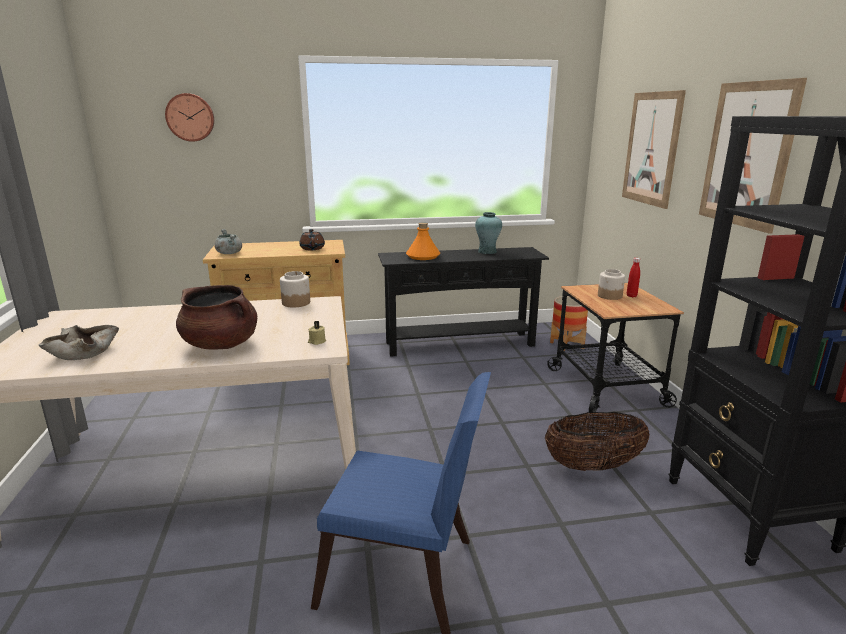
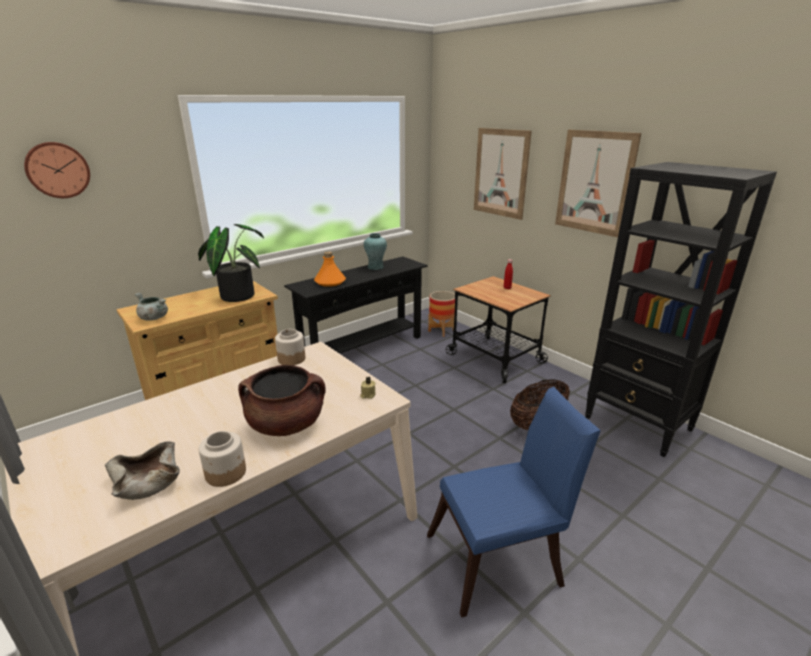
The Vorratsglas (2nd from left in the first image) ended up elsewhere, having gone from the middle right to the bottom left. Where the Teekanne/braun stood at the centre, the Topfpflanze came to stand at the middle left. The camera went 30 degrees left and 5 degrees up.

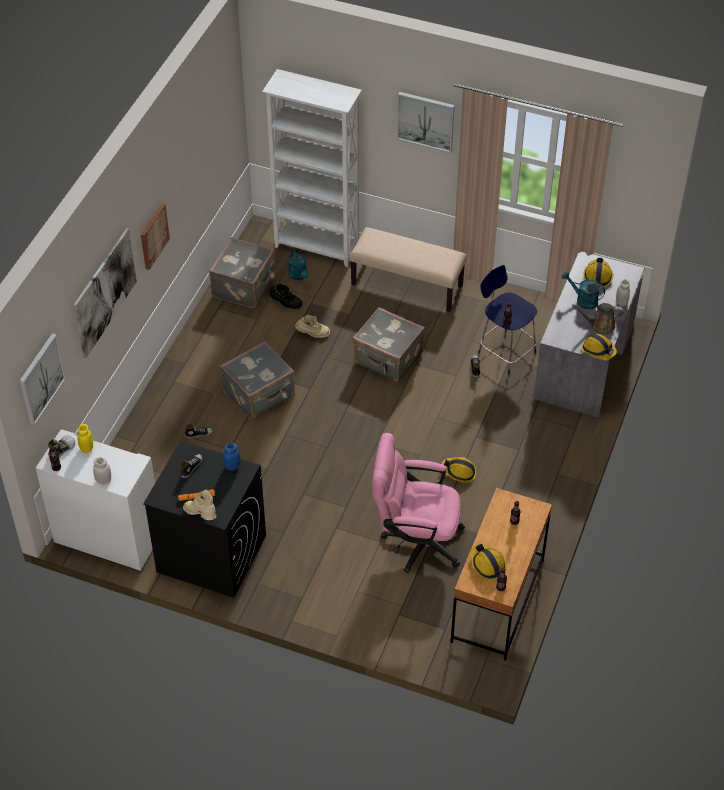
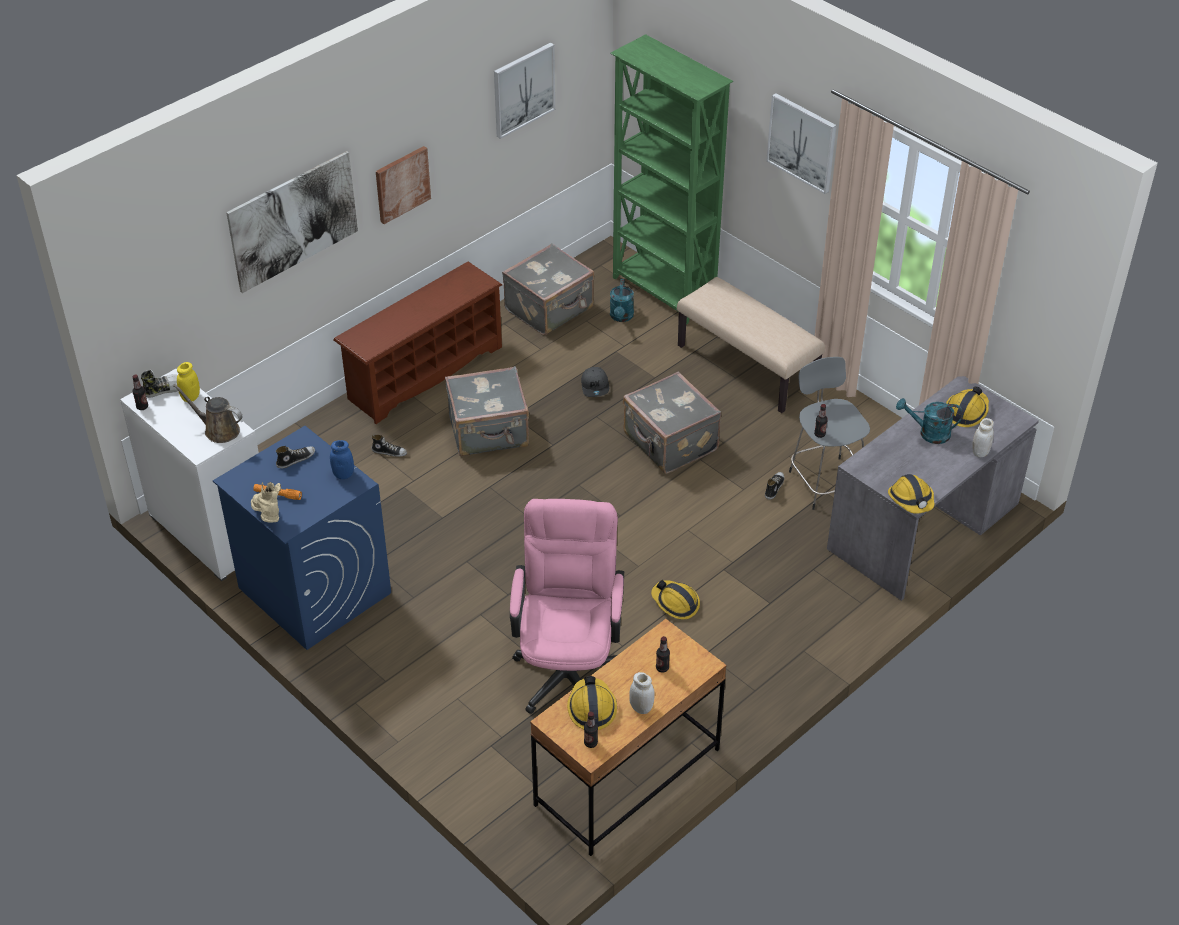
The second view lost the Stiefel/schwarz at the centre. The second view gained the Schuhregal/braun at the centre. The Bild (1st from left in the first image) ended up elsewhere, having gone from the middle left to the top centre. The Vorratsglas/weiß (1st from left) ended up elsewhere, having gone from the middle left to the bottom centre. The Gießkanne/braun ended up elsewhere, having gone from the middle right to the middle left. Where the Stiefel/beige (2nd from left) stood at the centre, the Kappe/grau came to stand at the centre. What was the Waschmaschine/schwarz at the middle left turned into the Waschmaschine/blau at the middle left. What was the Bücherregal/weiß at the top centre turned into the Bücherregal/grün at the top centre. What was the Hocker/blau at the middle right turned into the Hocker/grau at the middle right. The Bürostuhl/rosa at the centre ended up facing another way, 60 degrees clockwise from before. The Gießkanne/türkis (2nd from left) at the middle right ended up facing another way, 45 degrees counterclockwise from before. The camera went 25 degrees right and 5 degrees down.

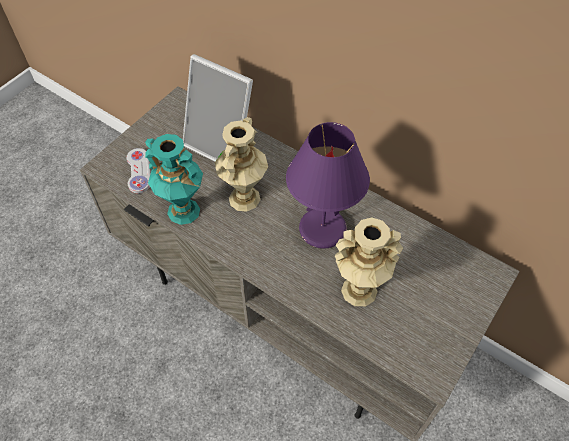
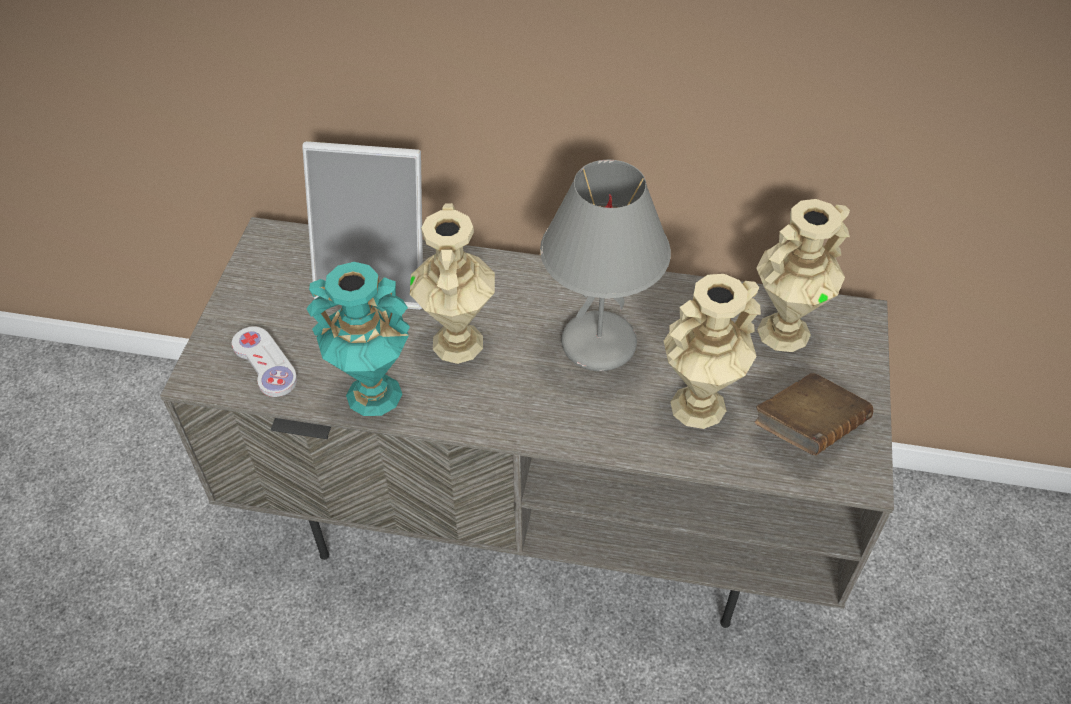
The second view gained the Buch/braun at the middle right. The second view gained the Vase/beige (3rd from left) at the middle right. What was the Tischlampe/lila at the centre turned into the Tischlampe/grau at the centre. The camera went 25 degrees left and 5 degrees down.

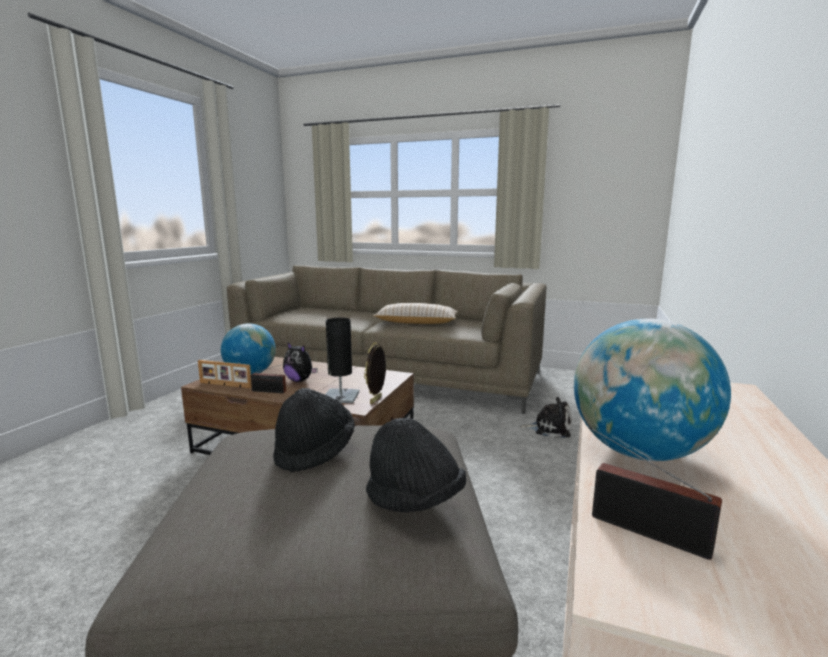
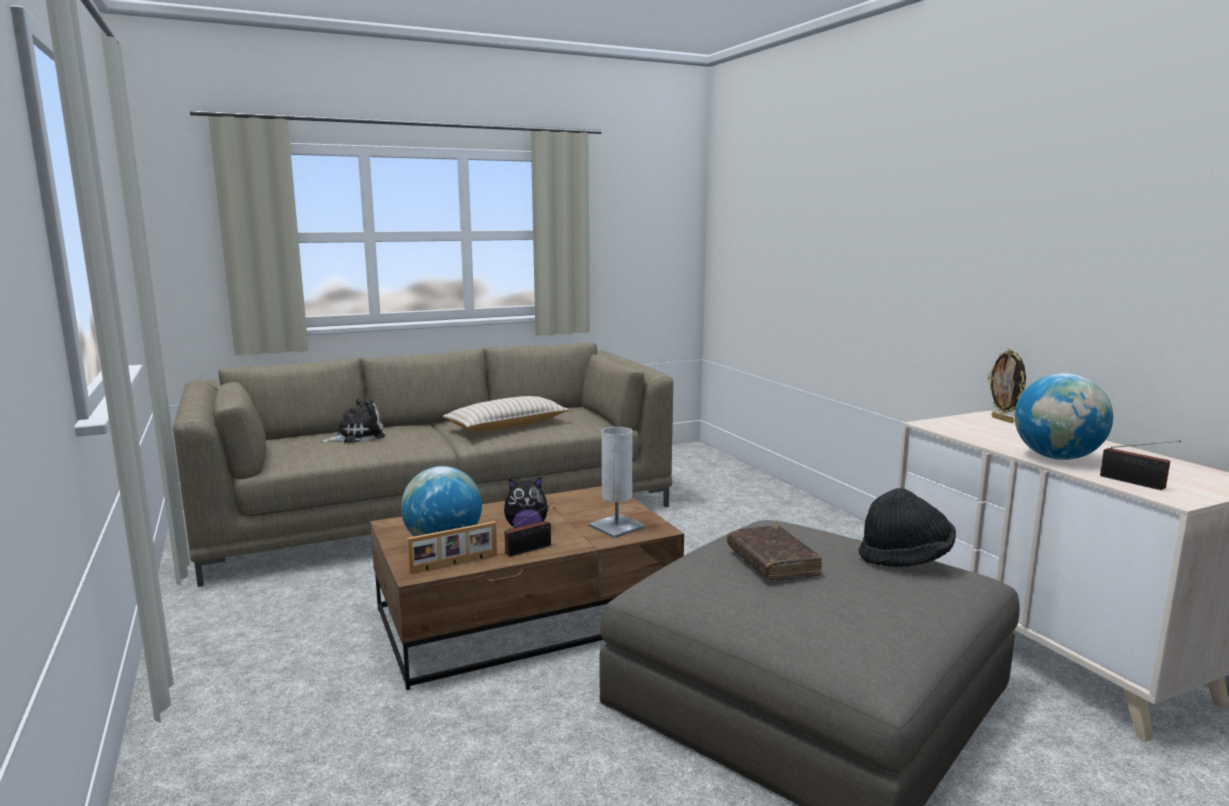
The Bilderrahmen (2nd from left) ended up elsewhere, having gone from the centre to the middle right. The Plüschtier (2nd from left in the first image) ended up elsewhere, having gone from the centre to the middle left. Where the Hut/schwarz (1st from left) stood at the centre, the Buch/braun came to stand at the bottom centre. What was the Tischlampe/schwarz at the centre turned into the Tischlampe/weiß at the centre. The Radio (2nd from left) at the bottom right ended up facing another way, 120 degrees counterclockwise from before. The camera went 45 degrees left and 0 degrees up.

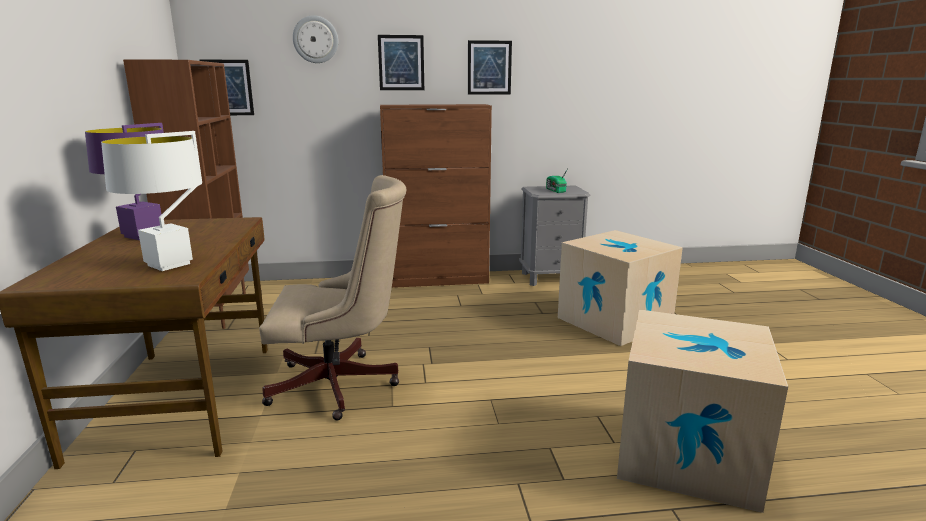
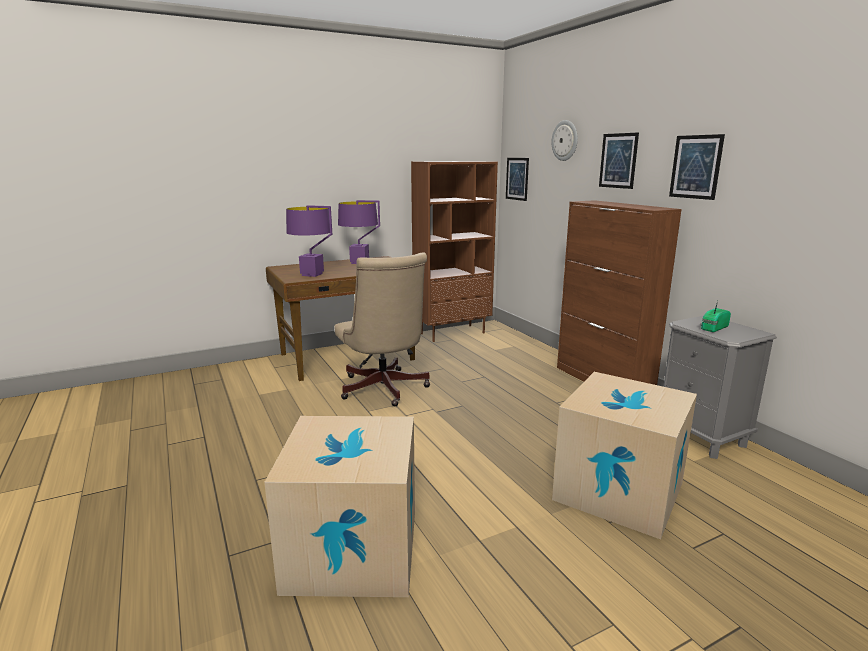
What was the Tischlampe/weiß at the middle left turned into the Tischlampe/lila (1st from left) at the centre. The camera went 70 degrees right and 0 degrees up.

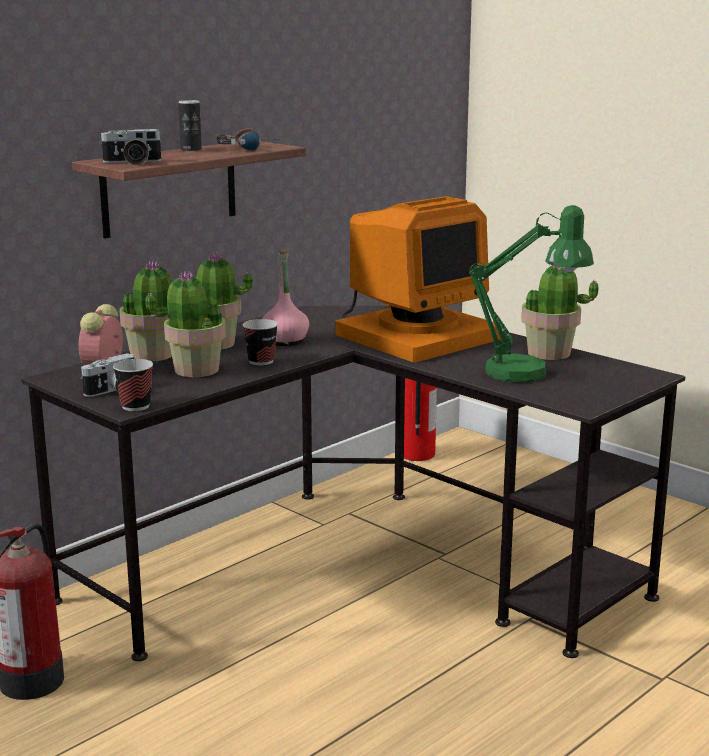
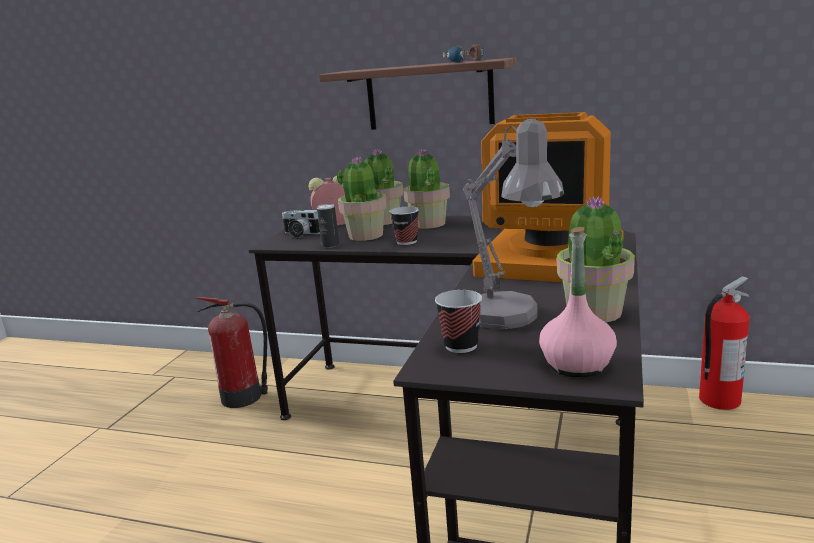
The second view lost the Kamera (2nd from left) at the top left. The Tasse (1st from left in the first image) ended up elsewhere, having gone from the middle left to the centre. The Dose ended up elsewhere, having gone from the top left to the centre. The Flasche/rosa ended up elsewhere, having gone from the centre to the middle right. What was the Tischlampe/grün at the middle right turned into the Tischlampe/grau at the centre. The camera went 65 degrees right and 0 degrees up.

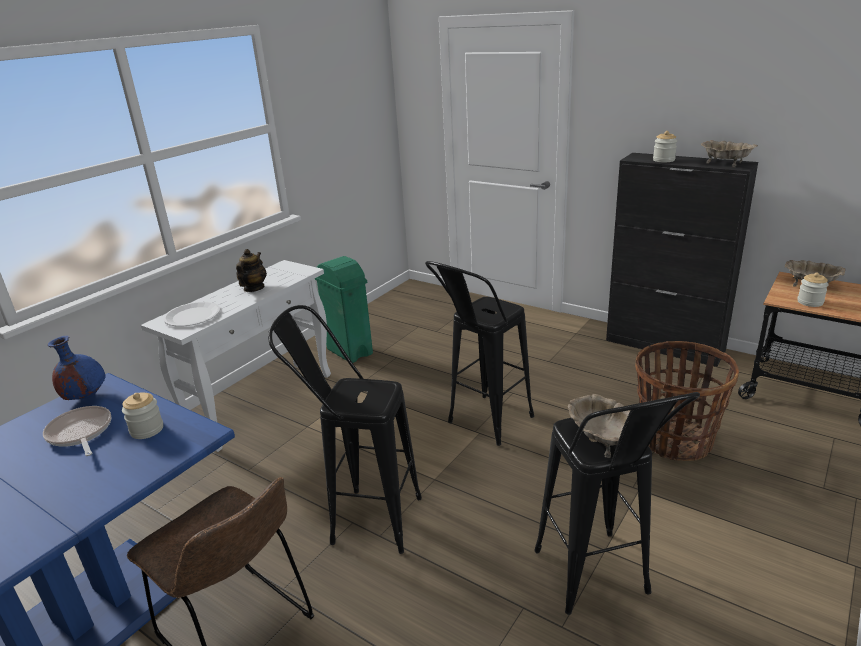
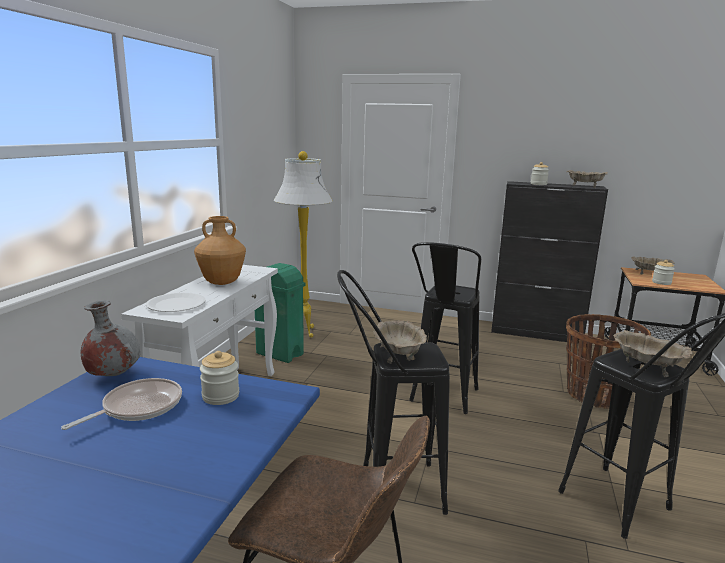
The second view gained the Stehlampe/weiß at the centre. The second view gained the Schüssel/beige (1st from left) at the centre. Where the Teekanne stood at the middle left, the Vase/braun came to stand at the middle left. What was the Vase/blau at the middle left turned into the Vase/grau at the middle left. The Pfanne at the bottom left ended up facing another way, 90 degrees clockwise from before. The camera went 20 degrees left and 10 degrees down.

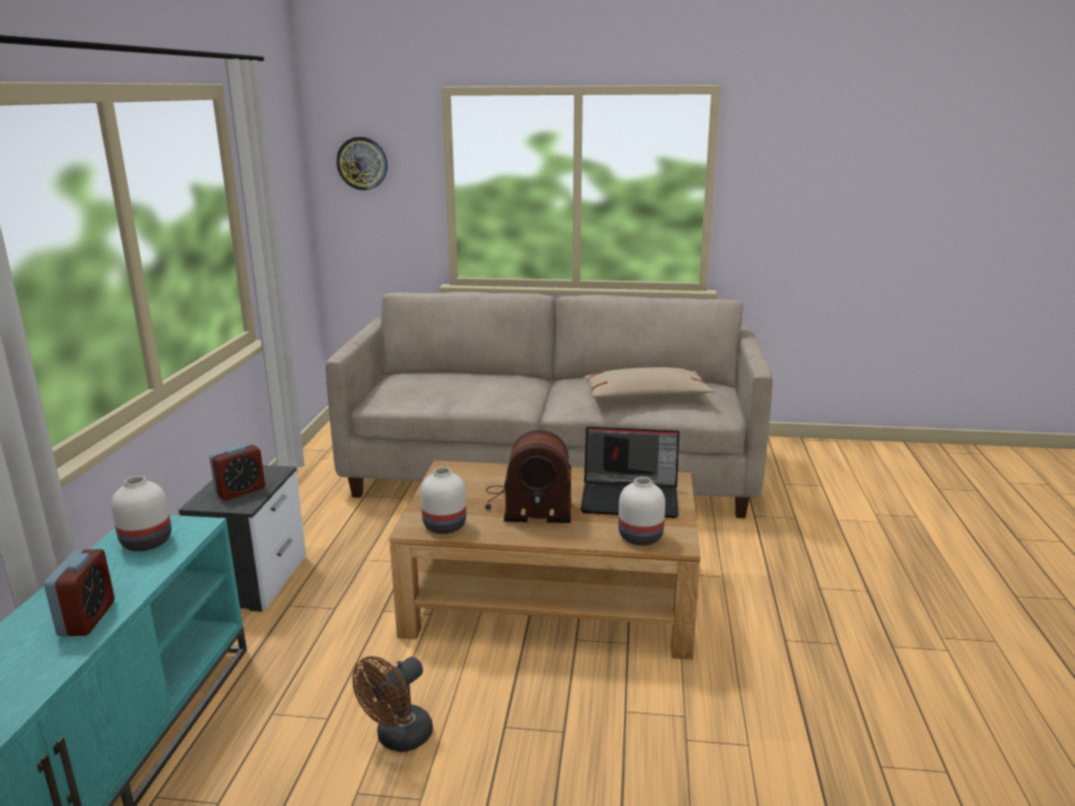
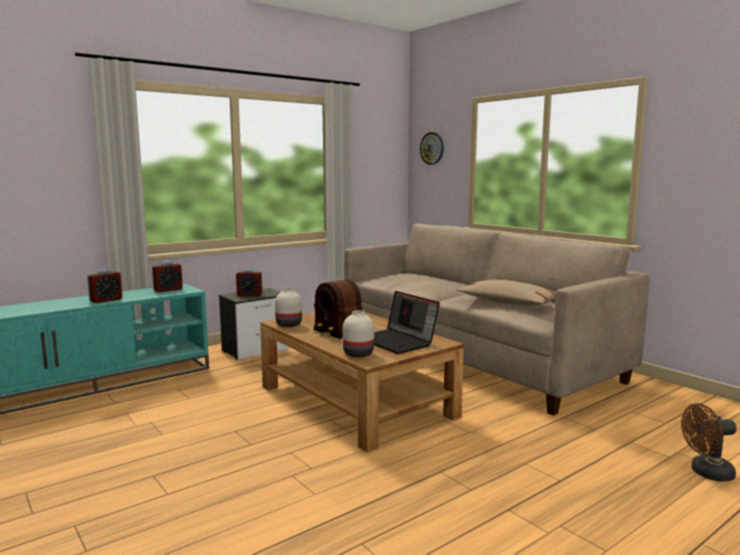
The Ventilator/braun ended up elsewhere, having gone from the bottom centre to the bottom right. Where the Vase/weiß (1st from left) stood at the middle left, the Wecker (2nd from left) came to stand at the middle left. The camera went 45 degrees right and 10 degrees down.

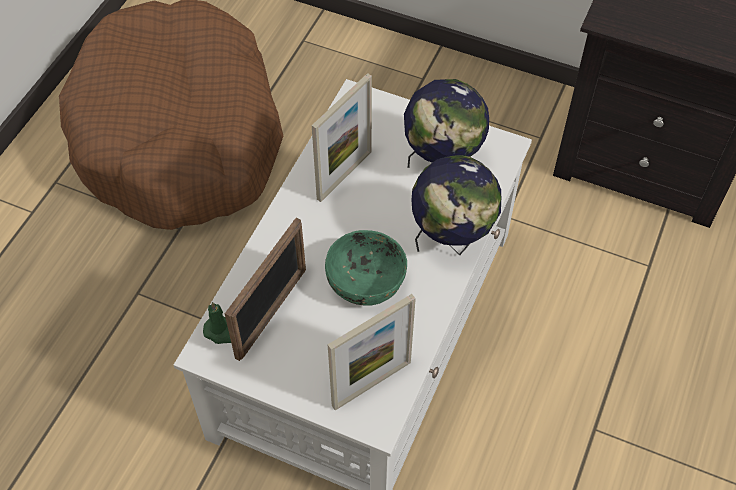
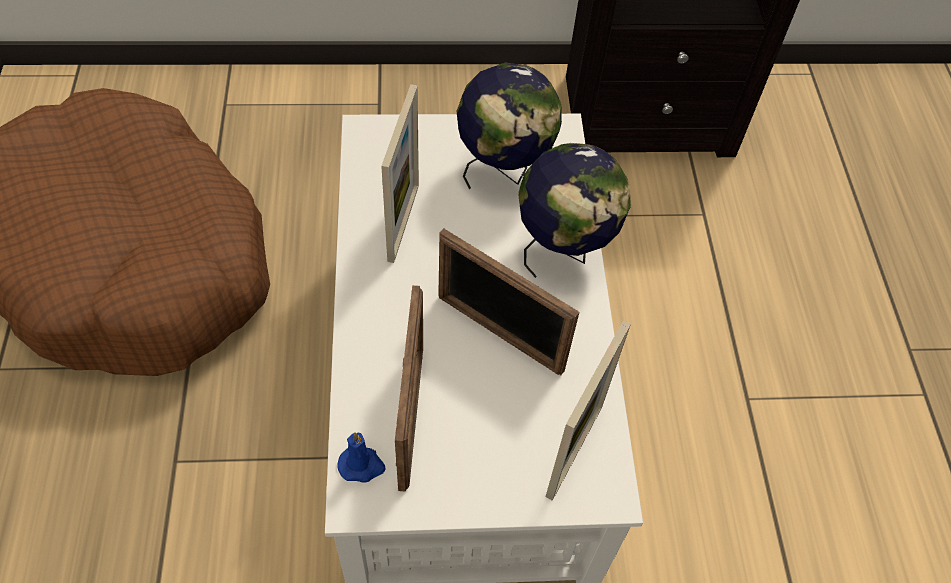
Where the Schüssel/grün stood at the centre, the Bilderrahmen (3rd from left) came to stand at the centre. What was the Kerze/grün at the middle left turned into the Kerze/blau at the bottom centre. The camera went 30 degrees left and 0 degrees up.

